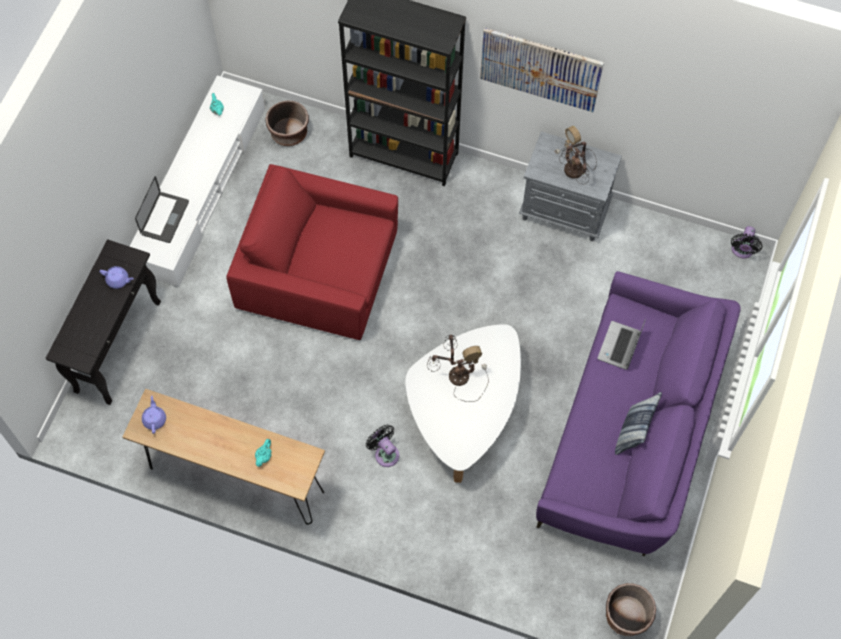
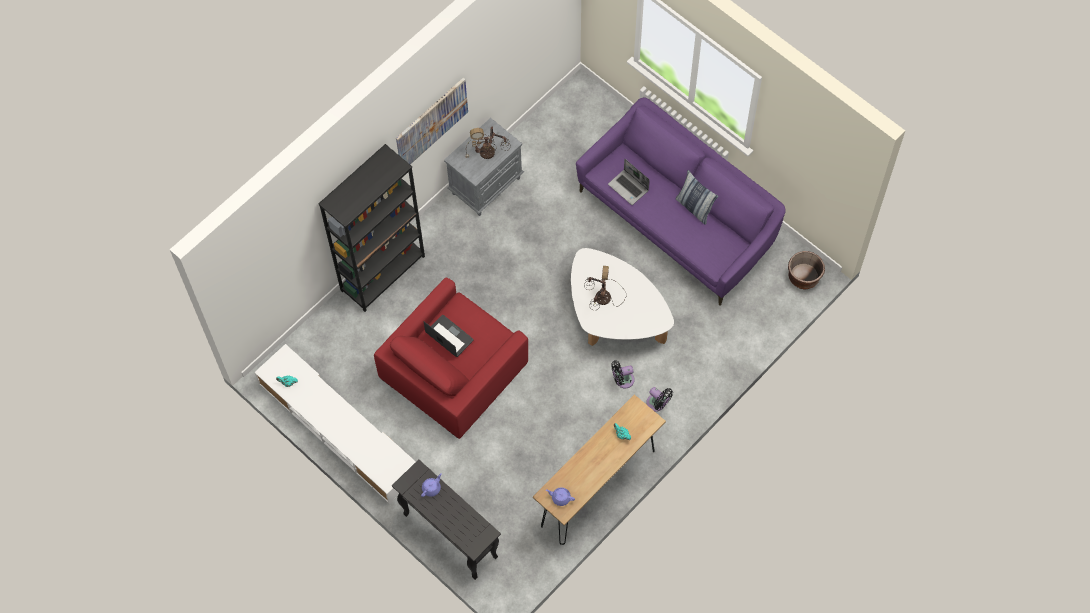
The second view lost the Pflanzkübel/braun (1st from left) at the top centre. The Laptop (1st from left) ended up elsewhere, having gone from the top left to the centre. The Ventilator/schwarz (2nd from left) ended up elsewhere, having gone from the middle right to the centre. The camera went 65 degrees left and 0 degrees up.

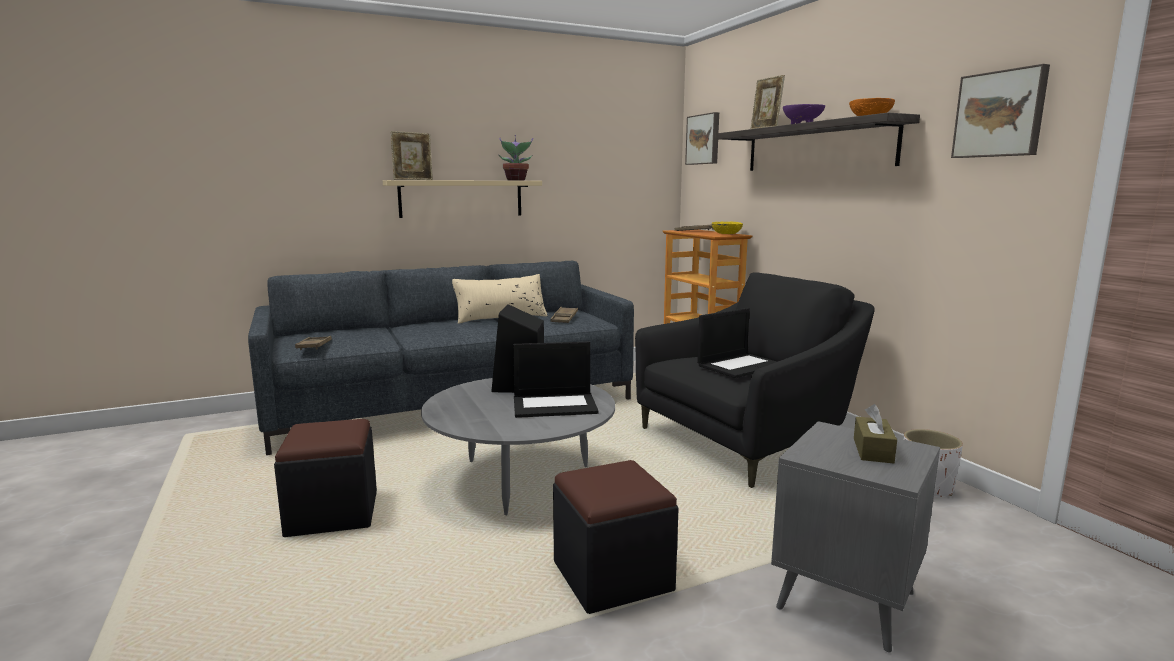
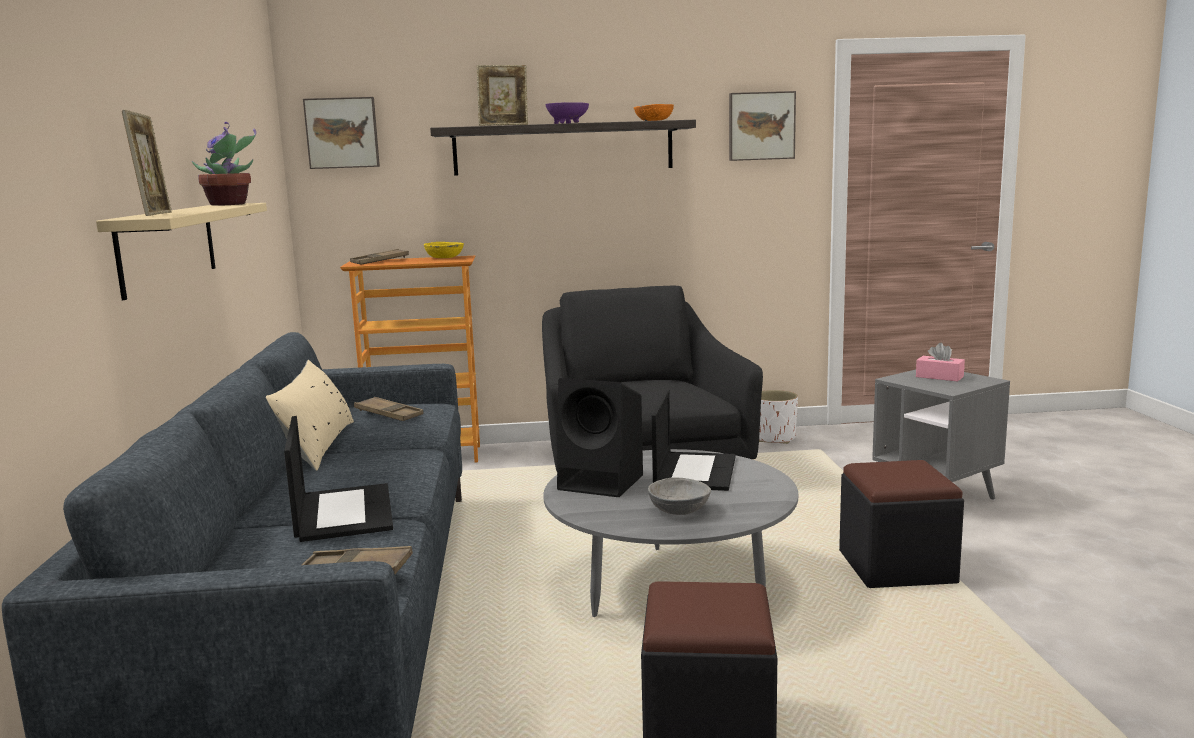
The second view gained the Schüssel/grau at the bottom centre. The Laptop (2nd from left in the first image) ended up elsewhere, having gone from the centre to the middle left. What was the Taschentuchbox/braun at the middle right turned into the Taschentuchbox/rosa at the middle right. The camera went 70 degrees left and 0 degrees up.

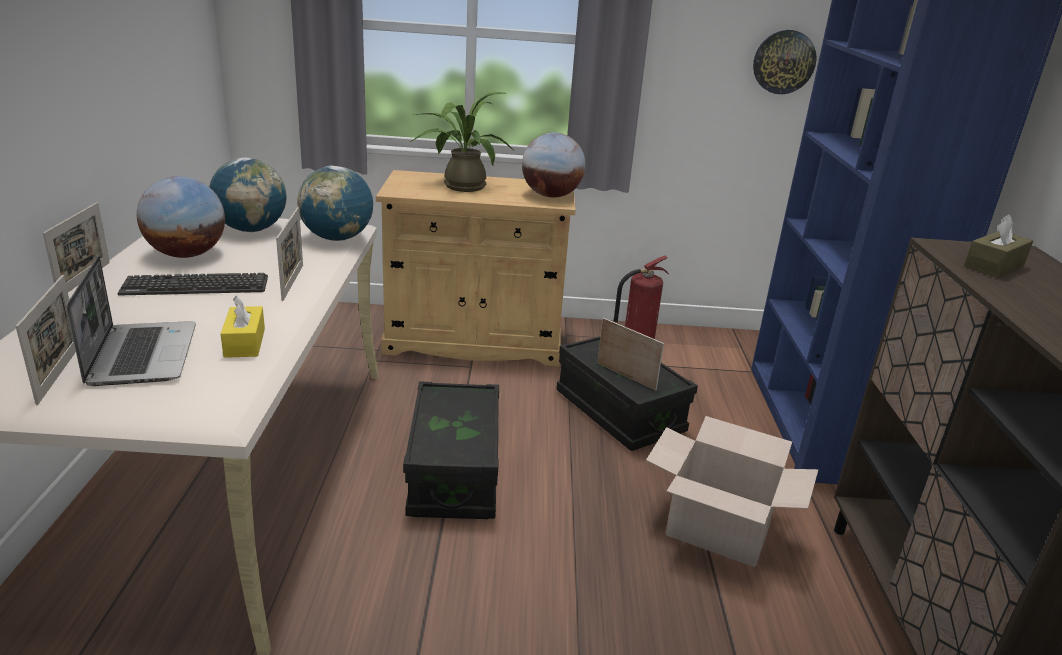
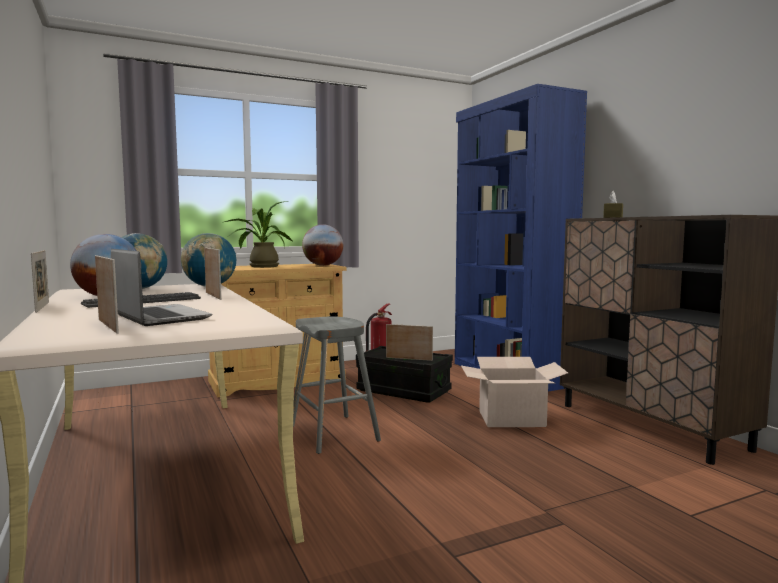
The second view lost the Taschentuchbox/gelb at the middle left. The second view lost the Wanduhr at the top right. Where the Aufbewahrungsbox/schwarz (1st from left) stood at the bottom centre, the Hocker/grau came to stand at the centre. The camera went 25 degrees left and 20 degrees down.

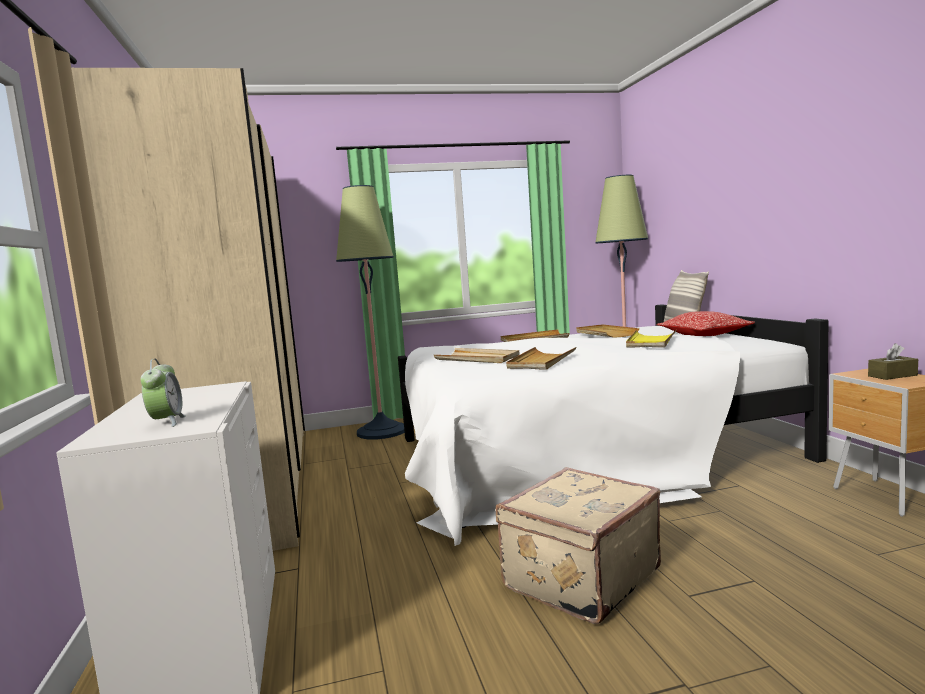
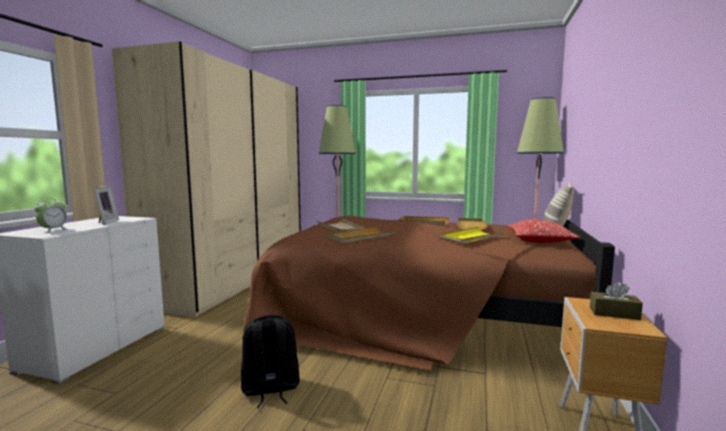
The second view gained the Bilderrahmen at the middle left. Where the Koffer/beige stood at the bottom centre, the Rucksack/schwarz came to stand at the bottom centre. What was the Bett/weiß at the centre turned into the Bett/braun at the bottom centre. The camera went 30 degrees right and 0 degrees up.

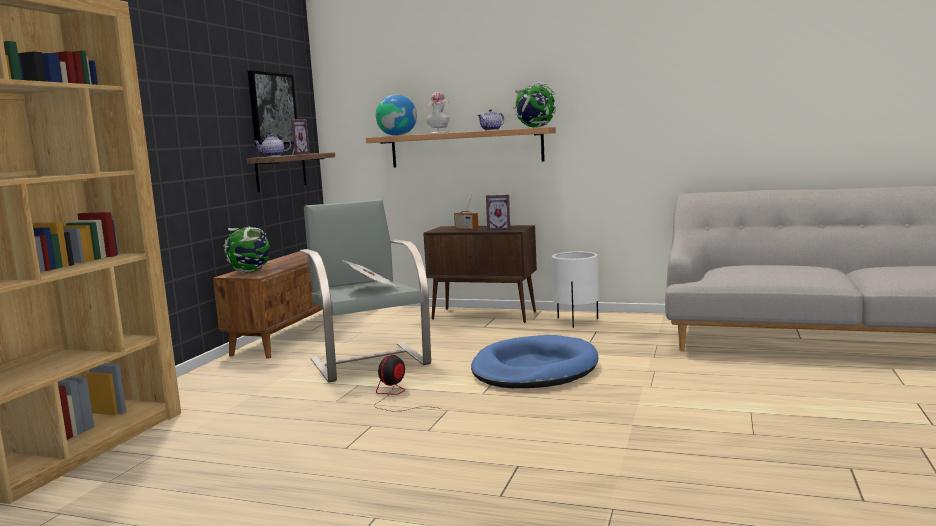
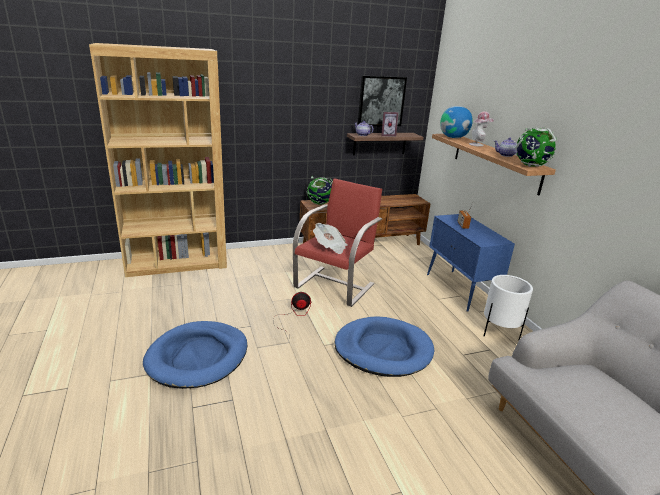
The second view lost the Bilderrahmen (2nd from left) at the centre. The second view gained the Hundebett/blau (1st from left) at the bottom left. What was the Sessel/grau at the centre turned into the Sessel/rot at the centre. What was the Schrank/braun at the centre turned into the Schrank/blau at the middle right. The camera went 50 degrees right and 15 degrees up.

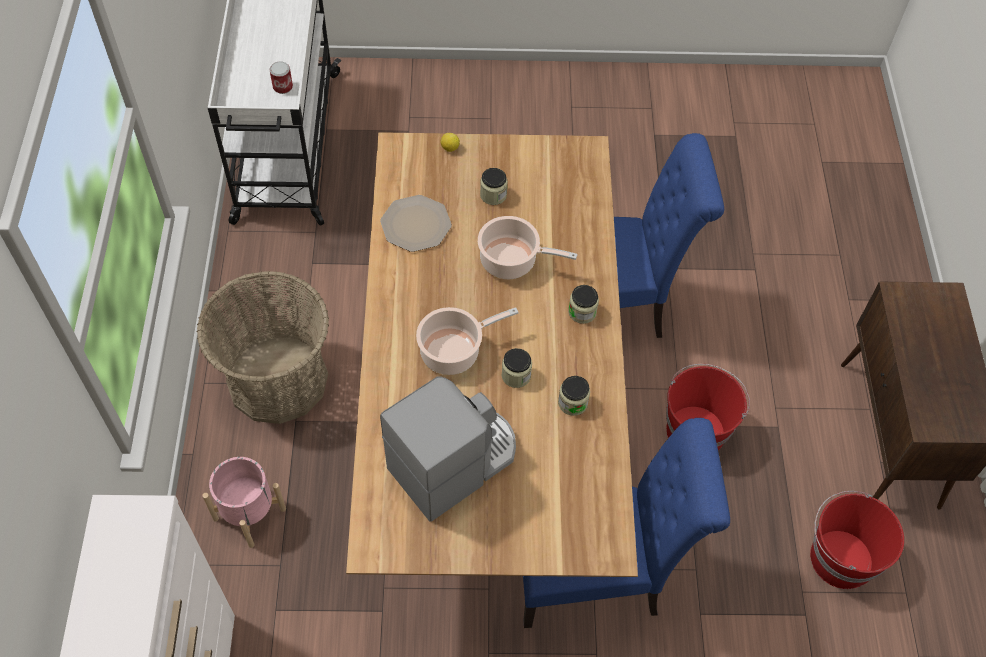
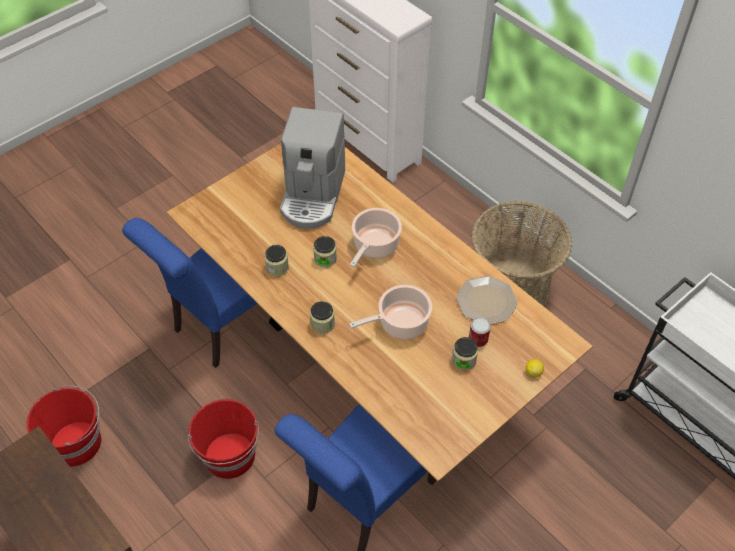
The second view lost the Pflanzkübel/rosa at the bottom left. The Dose ended up elsewhere, having gone from the top left to the centre. The camera went 140 degrees right and 5 degrees down.

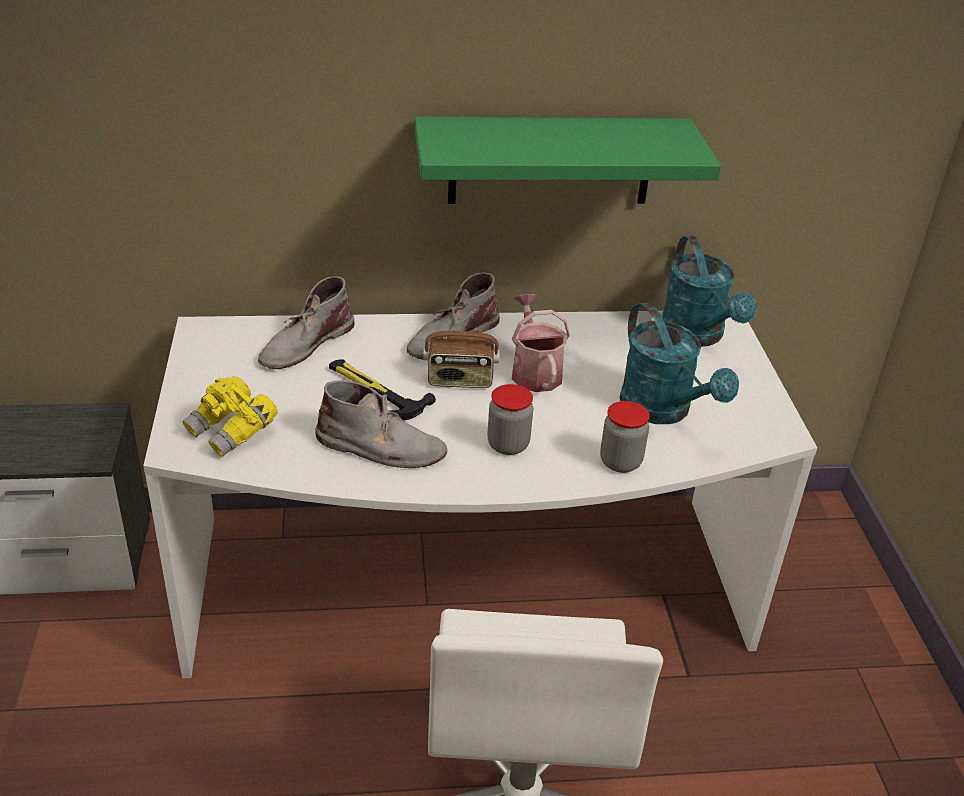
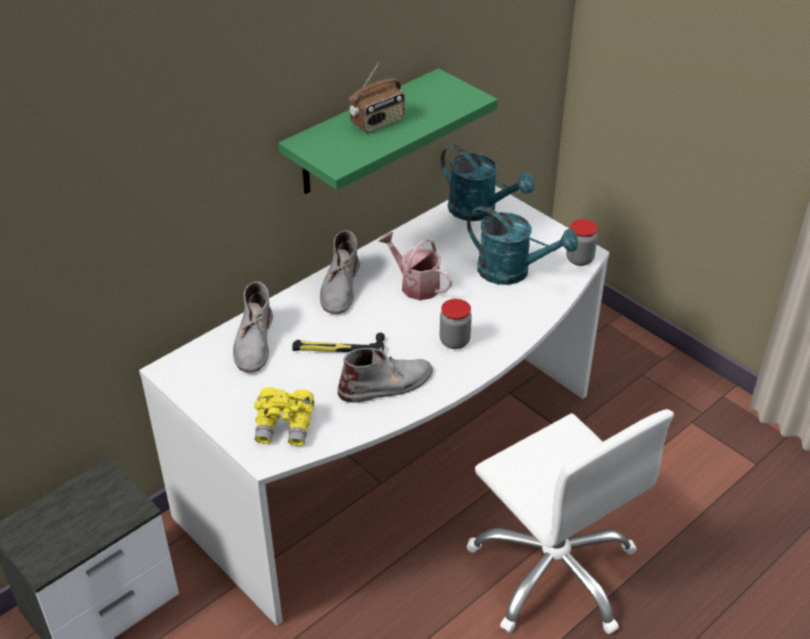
The Radio ended up elsewhere, having gone from the centre to the top centre. The Vorratsglas (2nd from left) ended up elsewhere, having gone from the centre to the middle right. The camera went 35 degrees left and 5 degrees up.

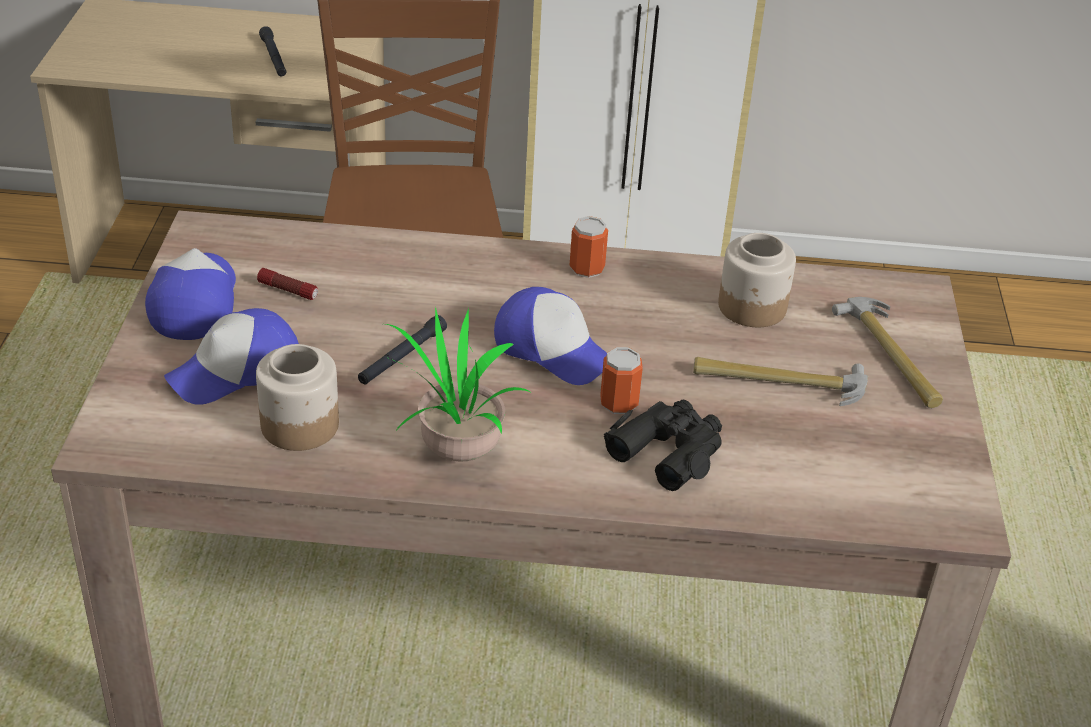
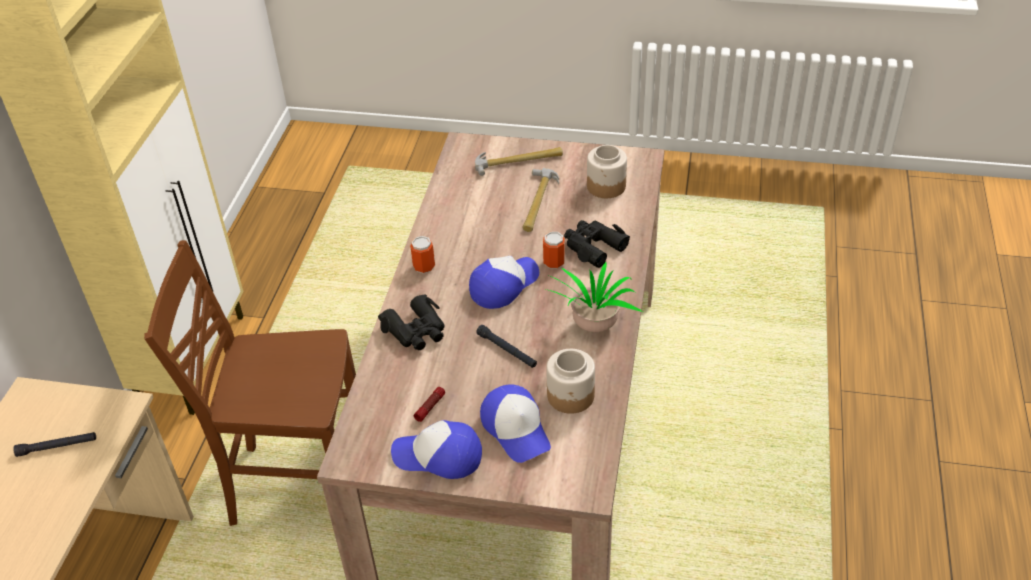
The second view gained the Fernglas/schwarz (1st from left) at the centre. The Vorratsglas (2nd from left) ended up elsewhere, having gone from the middle right to the top centre. The camera went 80 degrees left and 5 degrees up.

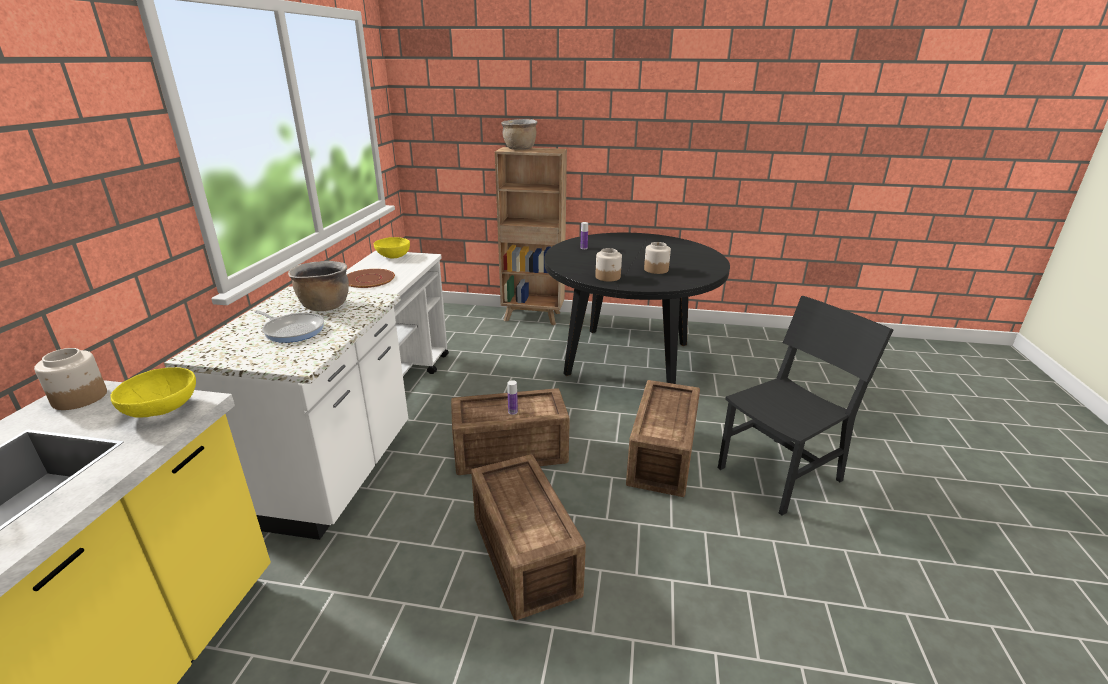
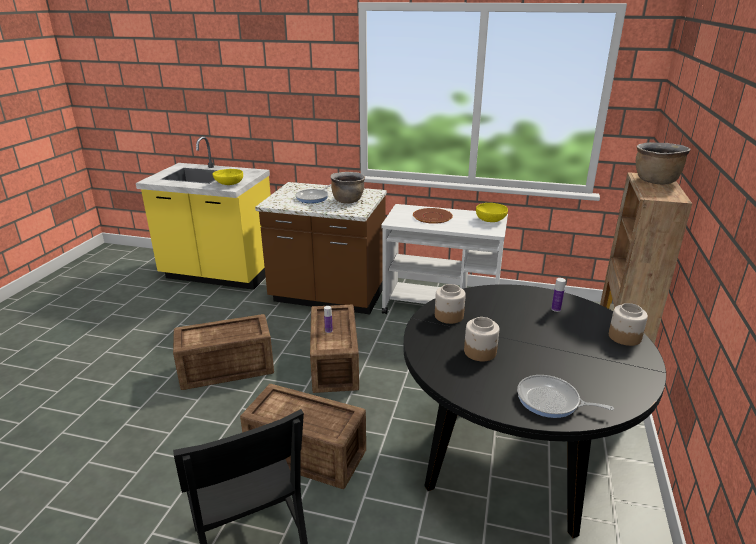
The second view gained the Pfanne (2nd from left) at the bottom right. The Vorratsglas (1st from left in the first image) ended up elsewhere, having gone from the middle left to the middle right. What was the Küchenzeile/weiß at the middle left turned into the Küchenzeile/braun at the centre. The camera went 95 degrees right and 0 degrees up.

